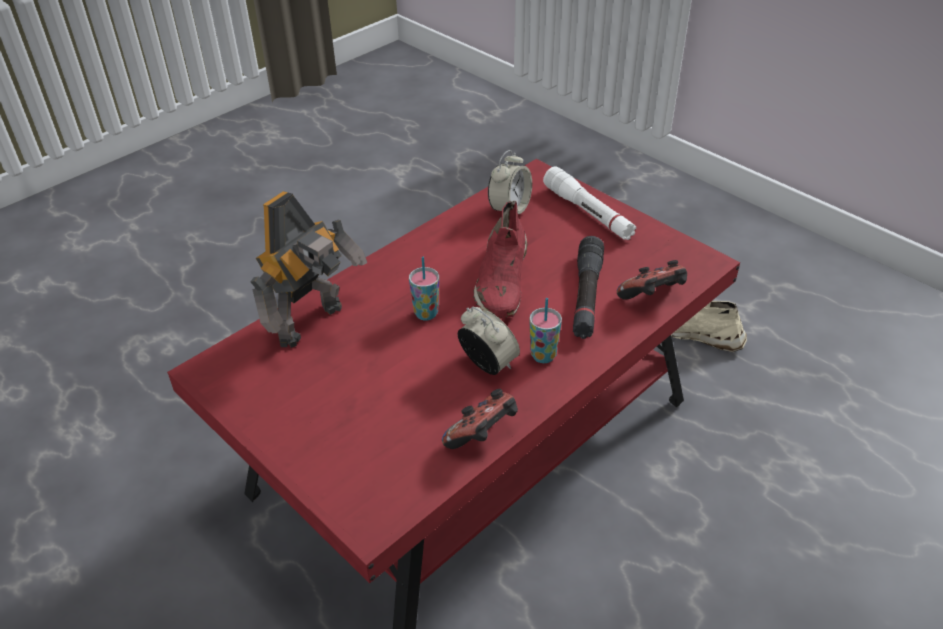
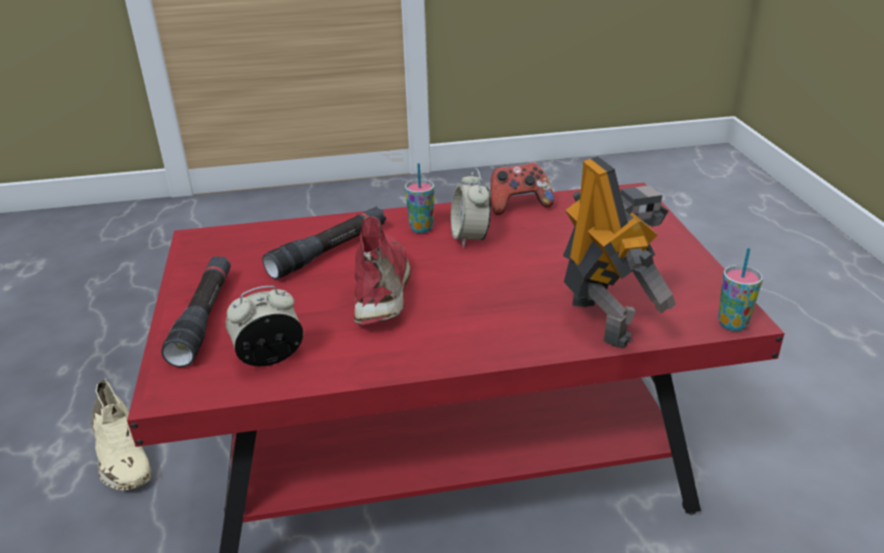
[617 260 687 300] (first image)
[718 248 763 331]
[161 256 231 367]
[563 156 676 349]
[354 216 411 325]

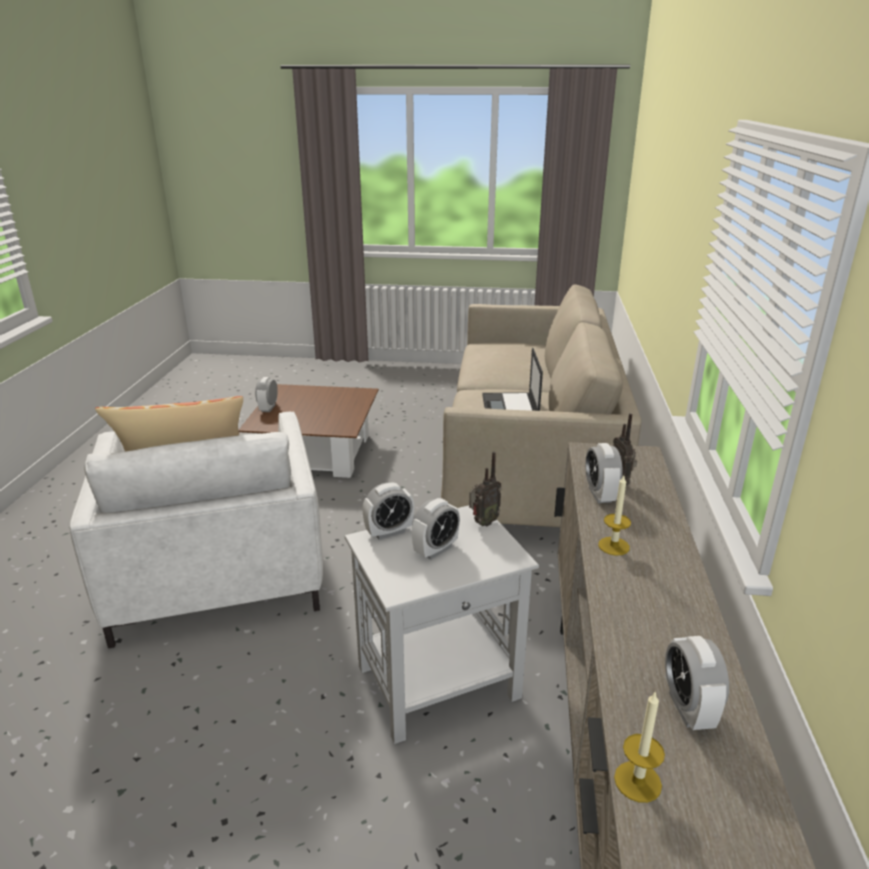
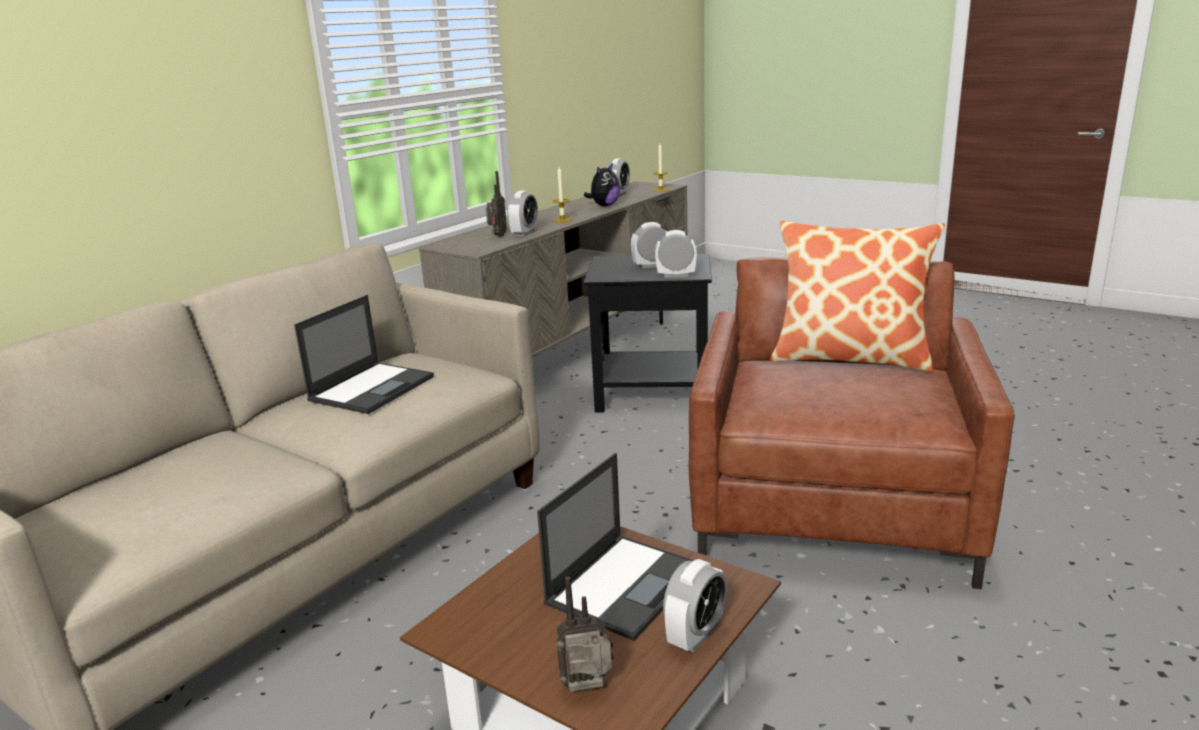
[537 453 694 641]
[584 164 620 206]
[556 577 614 692]
[689 257 1015 589]
[583 254 712 413]

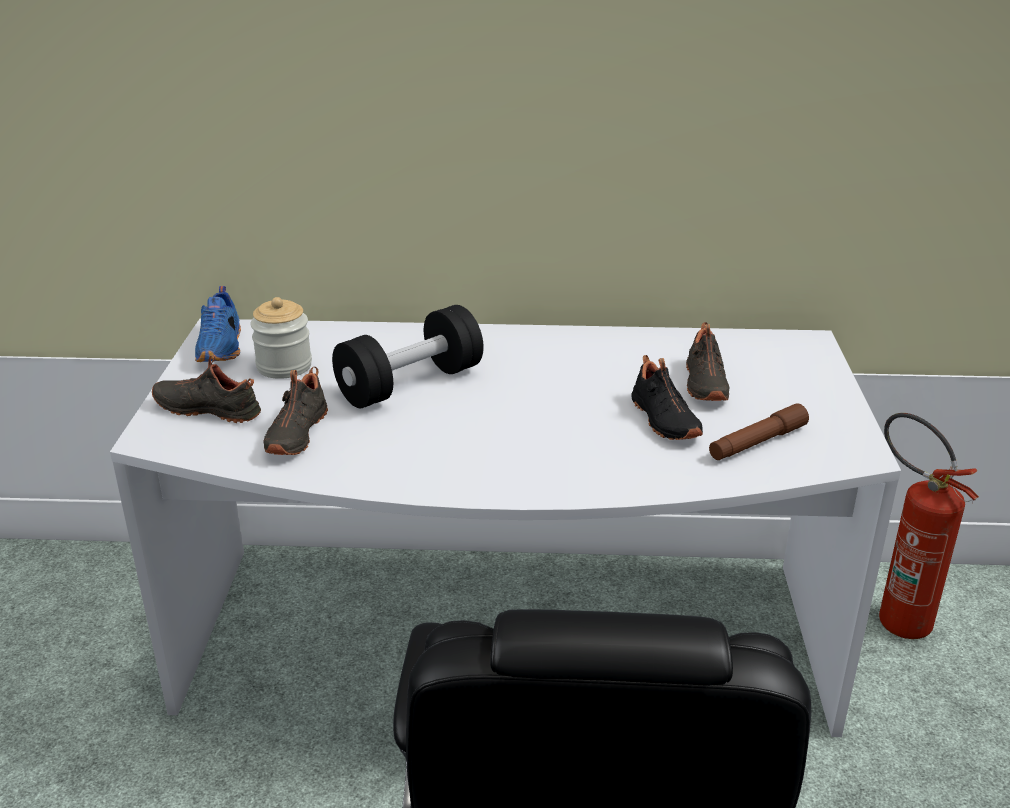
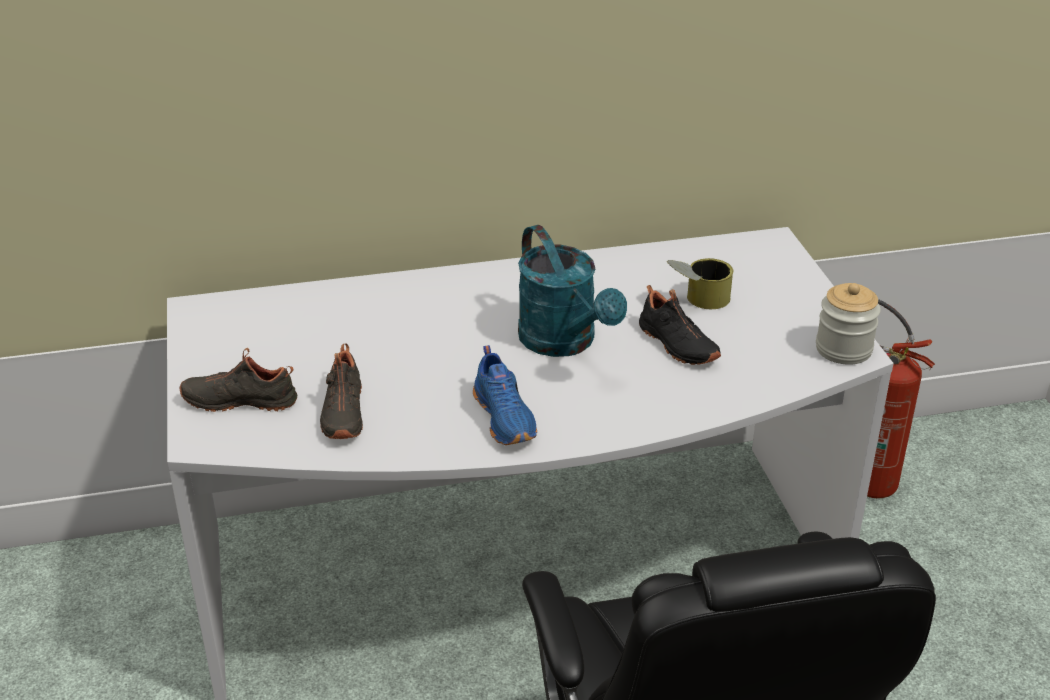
[332 305 484 408] (first image)
[709 403 809 460] (first image)
[518 225 627 357]
[473 345 537 445]
[816 283 881 365]
[667 258 733 309]

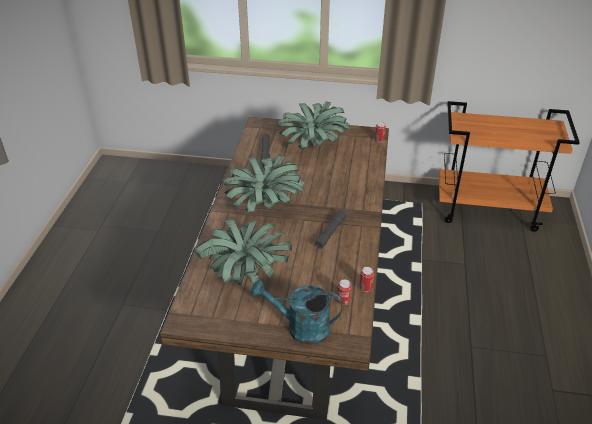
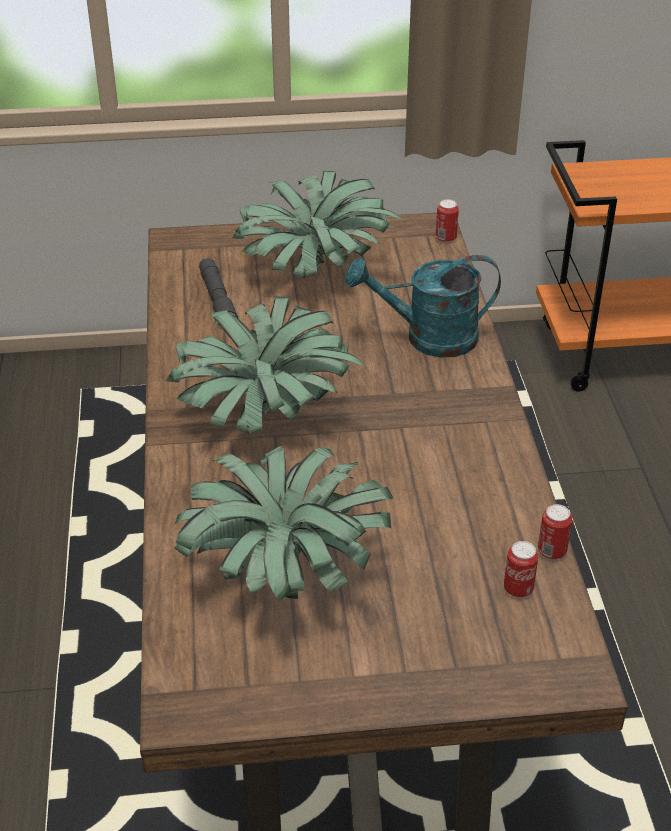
[315 209 347 248] (first image)
[345 255 501 358]

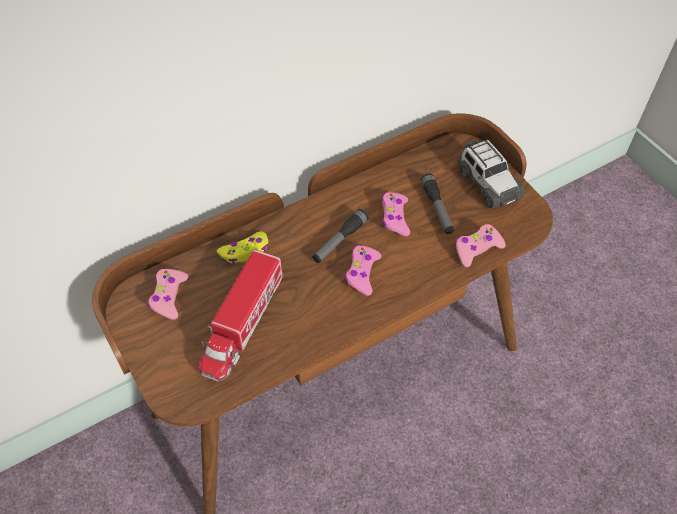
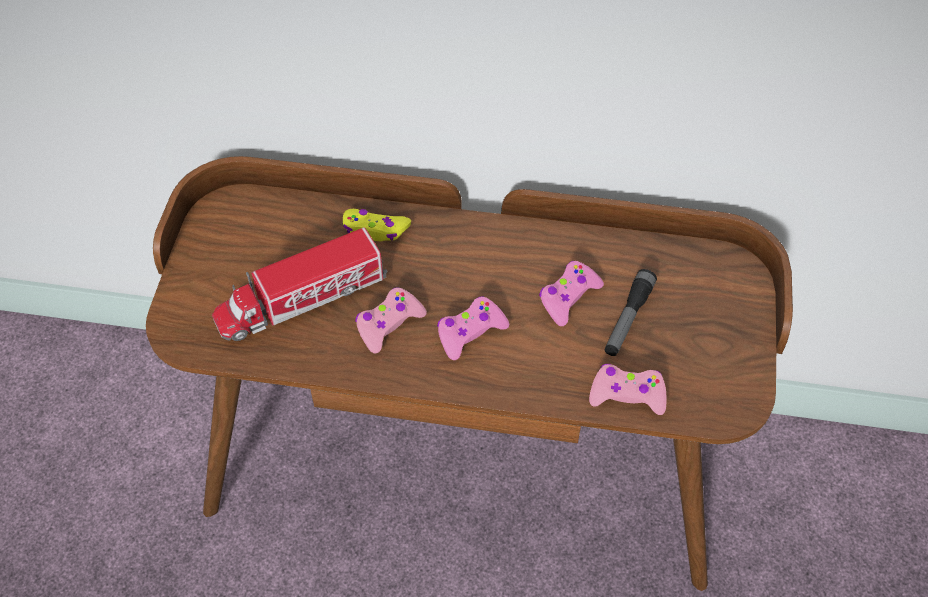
[312 209 368 263] (first image)
[457 140 524 208] (first image)
[355 287 427 353]

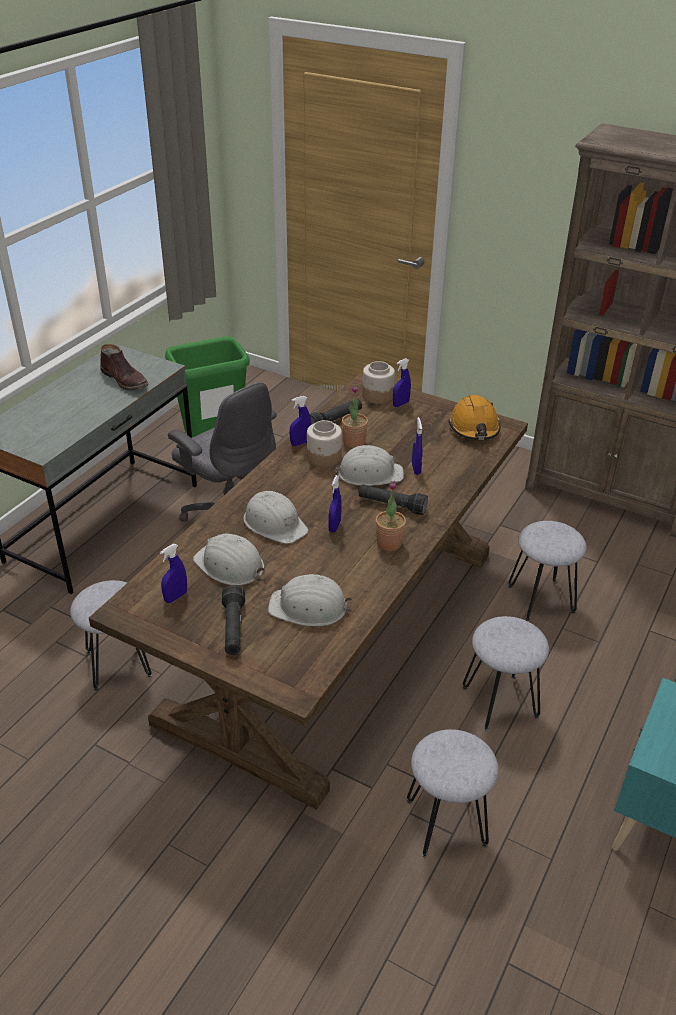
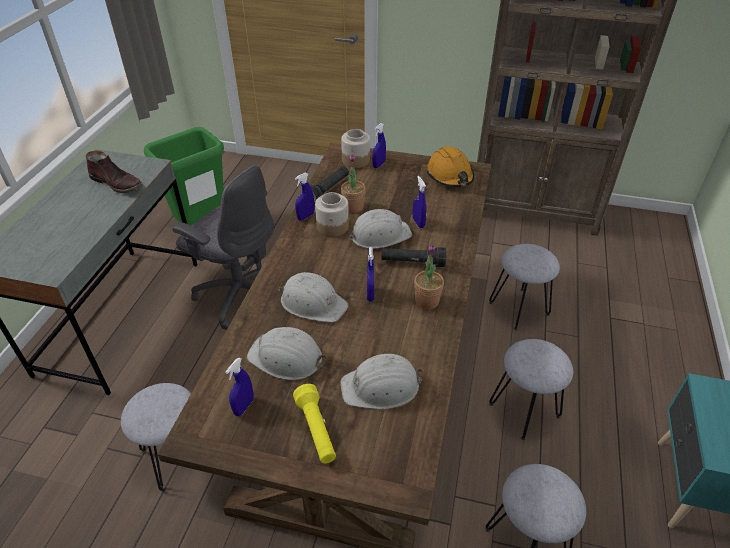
[293 384 336 464]

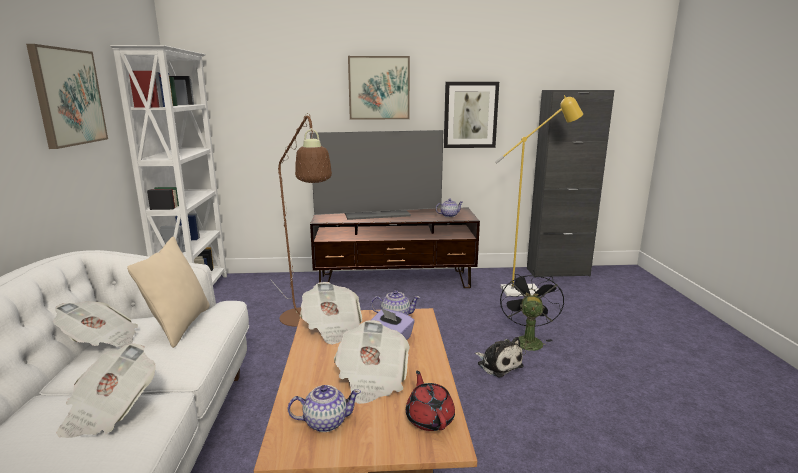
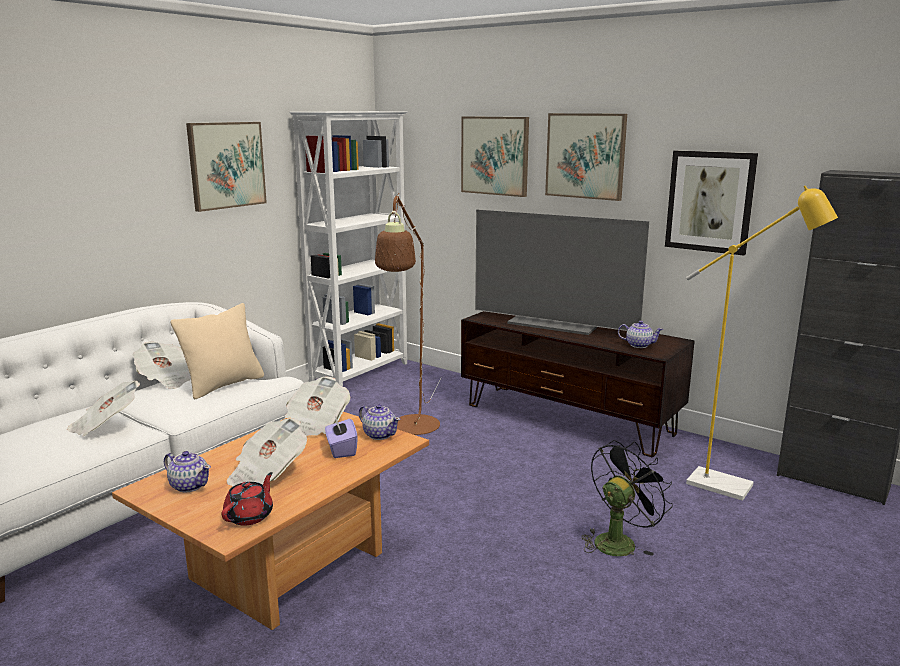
[475 337 524 378] (first image)
[461 116 529 197]

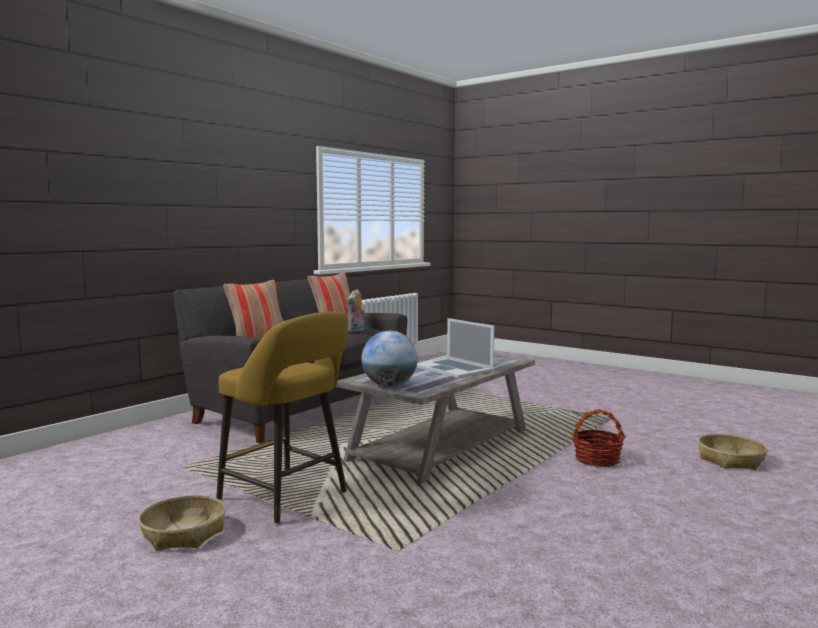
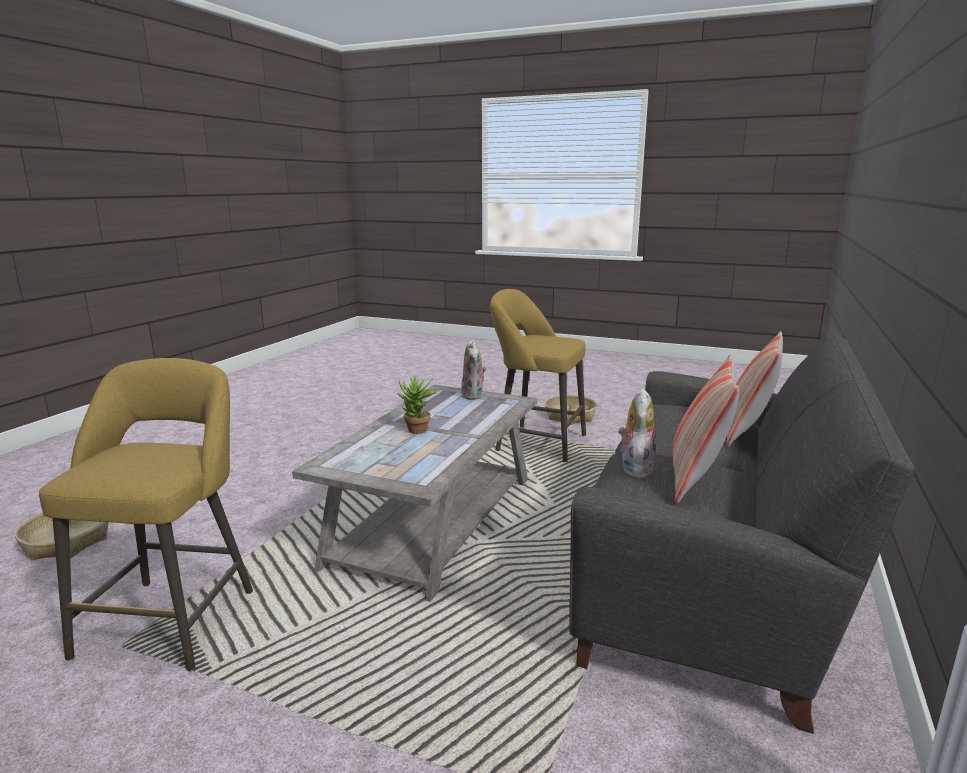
[572 409 625 467] (first image)
[39 358 253 672]
[461 339 487 400]
[398 375 437 434]

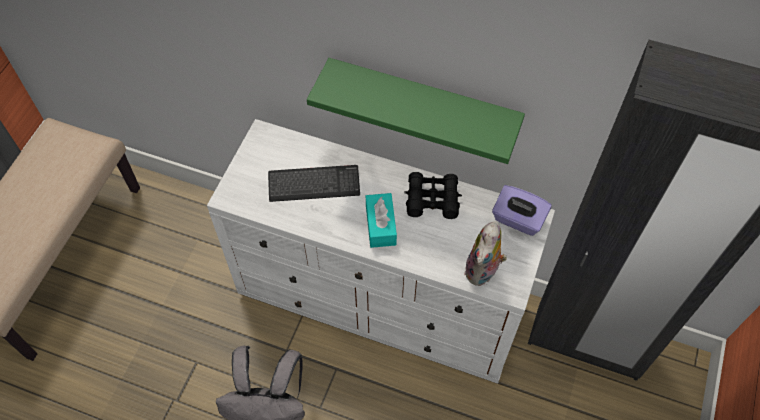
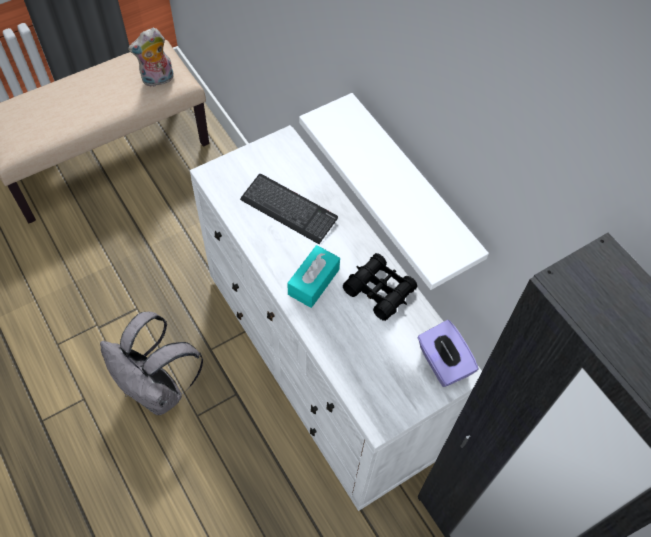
[128 28 174 87]
[299 93 489 290]

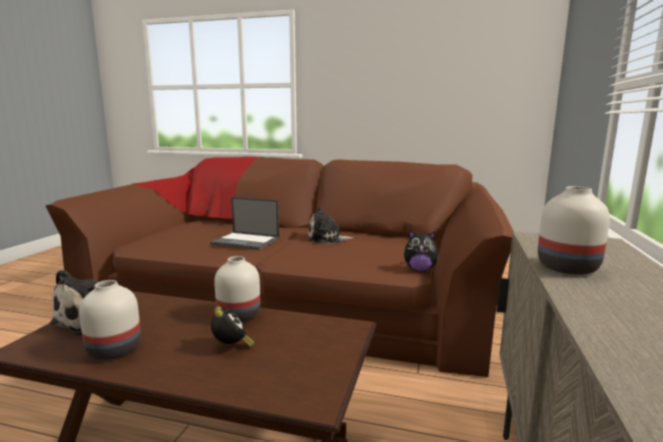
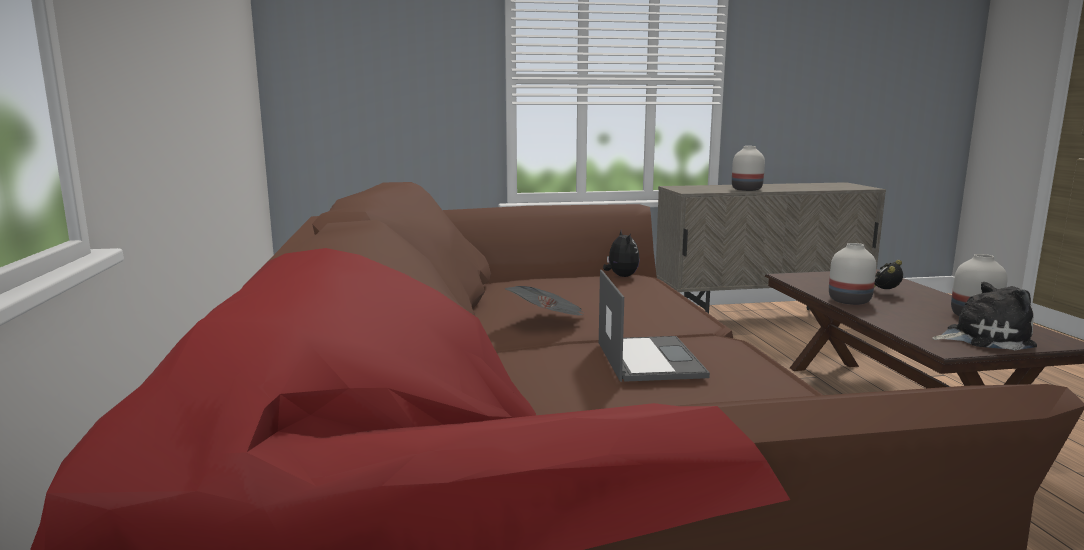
[505 286 584 315]

